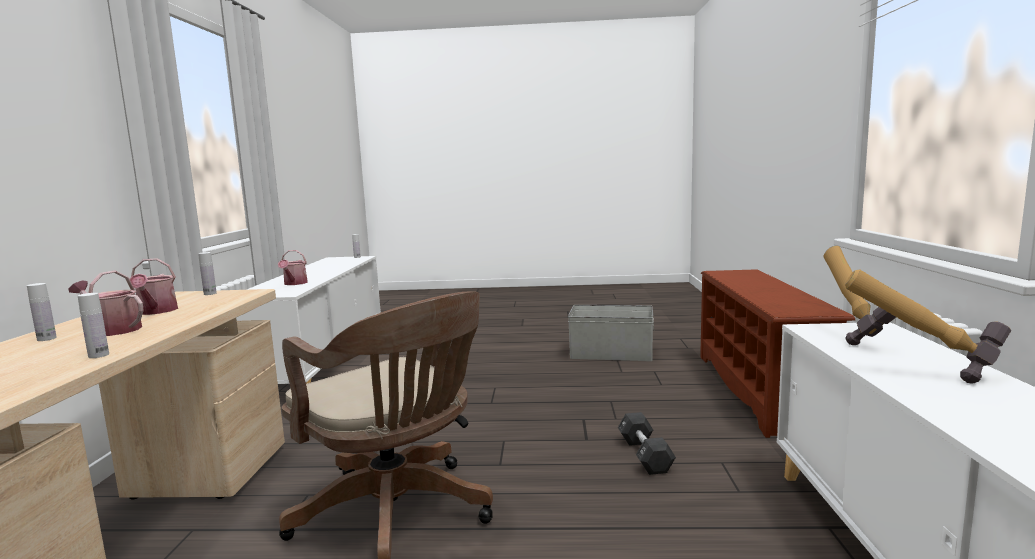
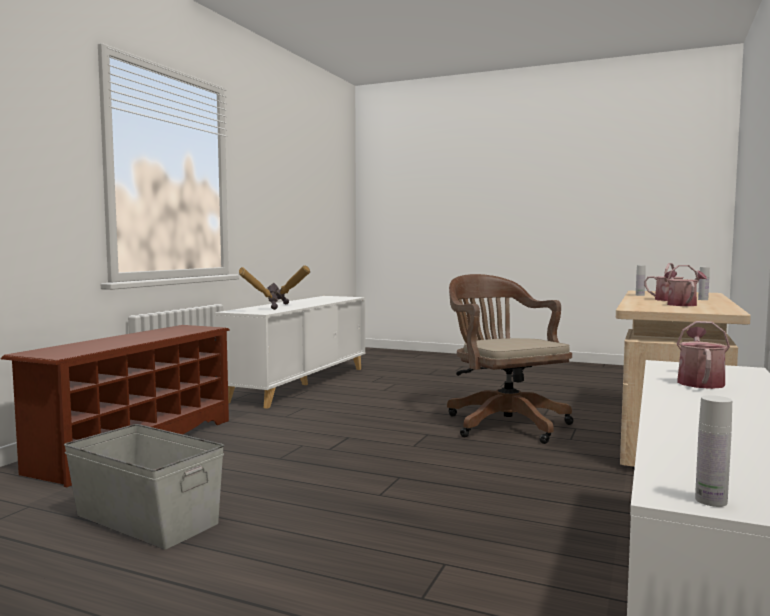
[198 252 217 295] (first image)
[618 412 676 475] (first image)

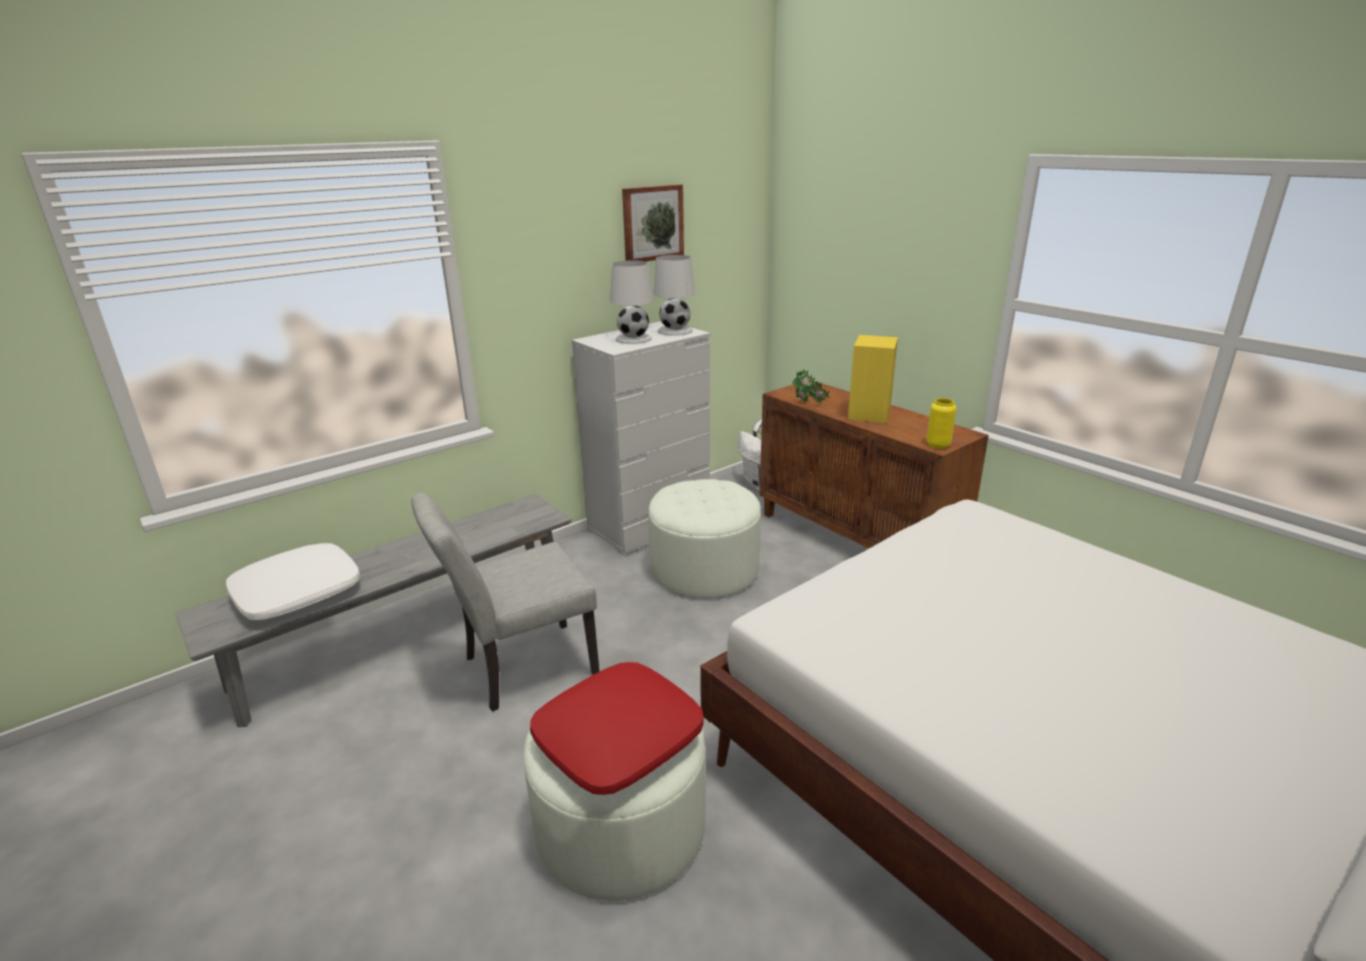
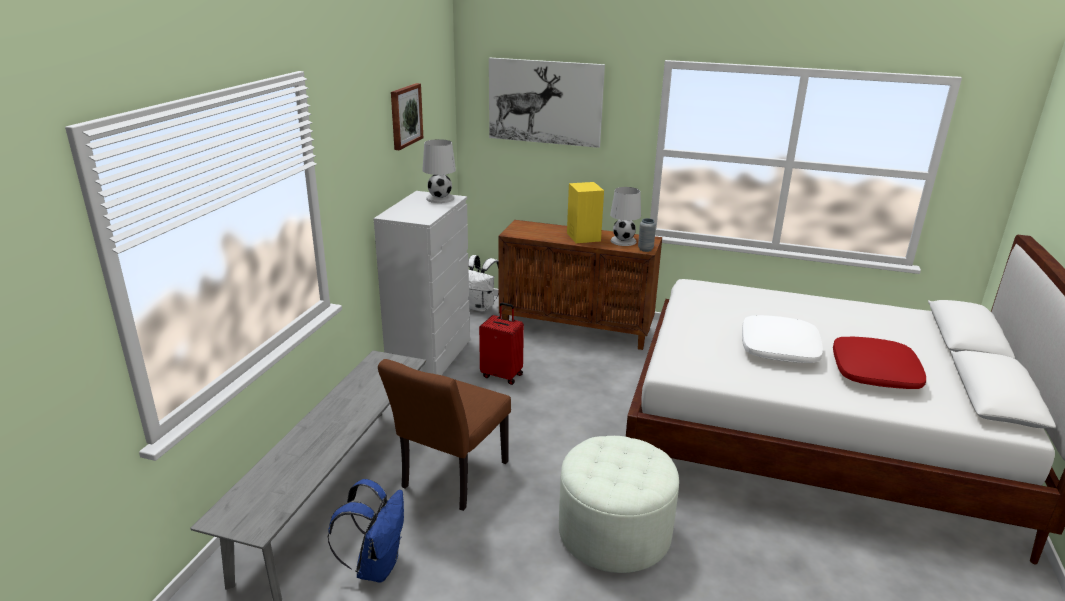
[792 369 830 404] (first image)
[328 479 404 583]
[489 58 605 148]
[742 315 823 363]
[833 336 926 389]
[610 187 641 246]
[479 302 524 385]
[378 359 511 511]
[638 218 656 252]

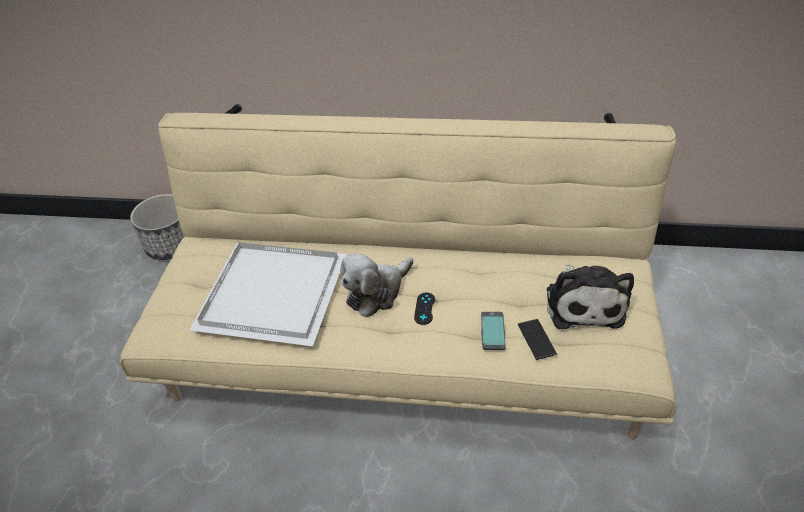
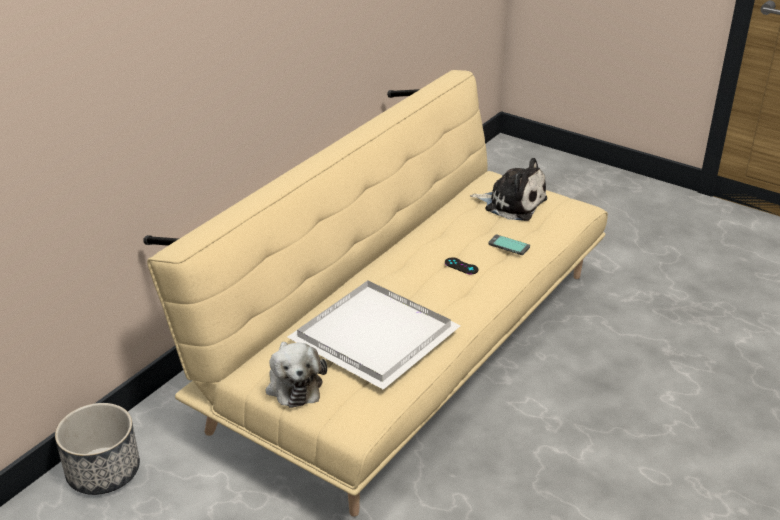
[518 319 557 360] (first image)
[265 342 327 408]

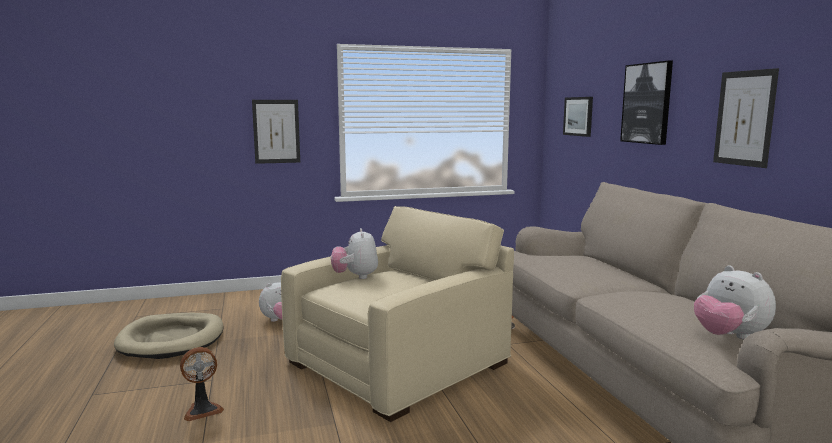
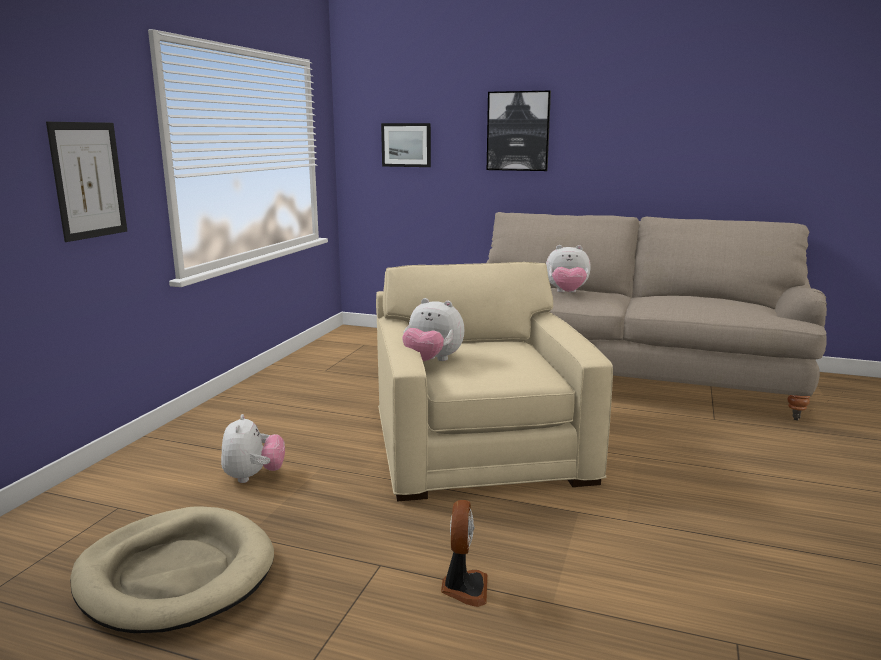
[713 68 779 168] (first image)
[546 245 591 293]

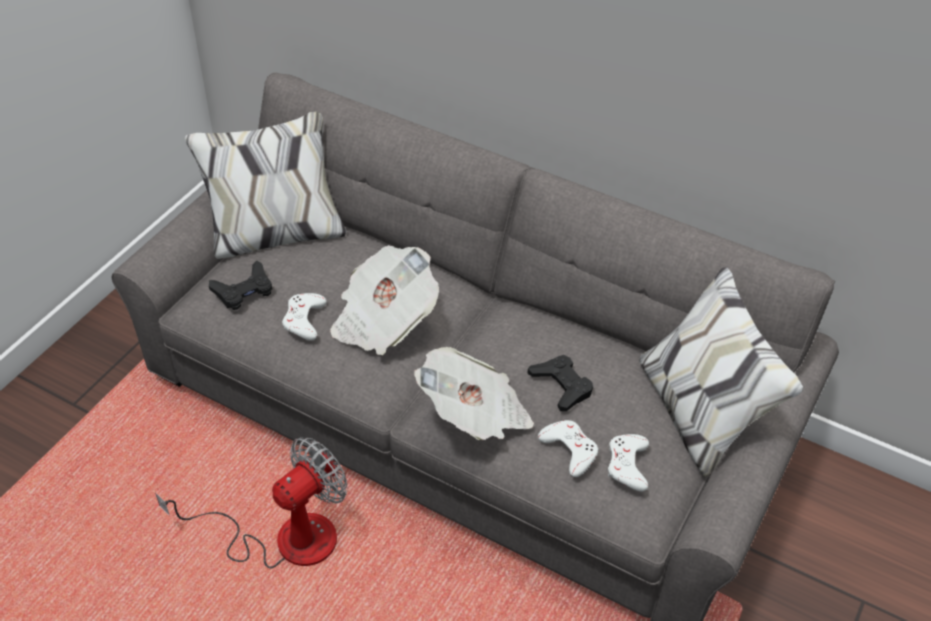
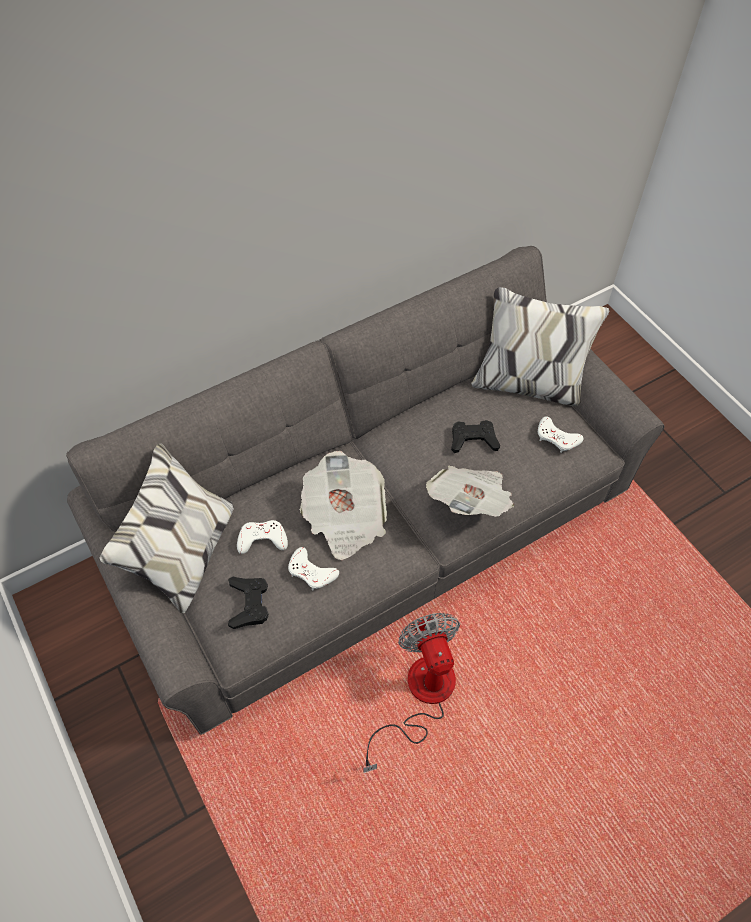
[237 520 288 554]

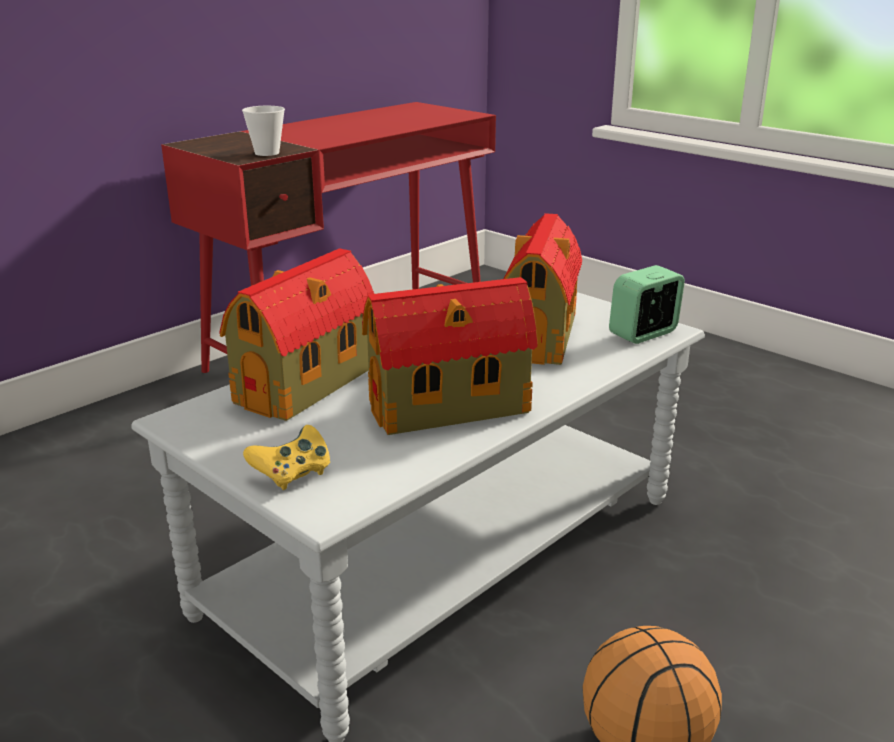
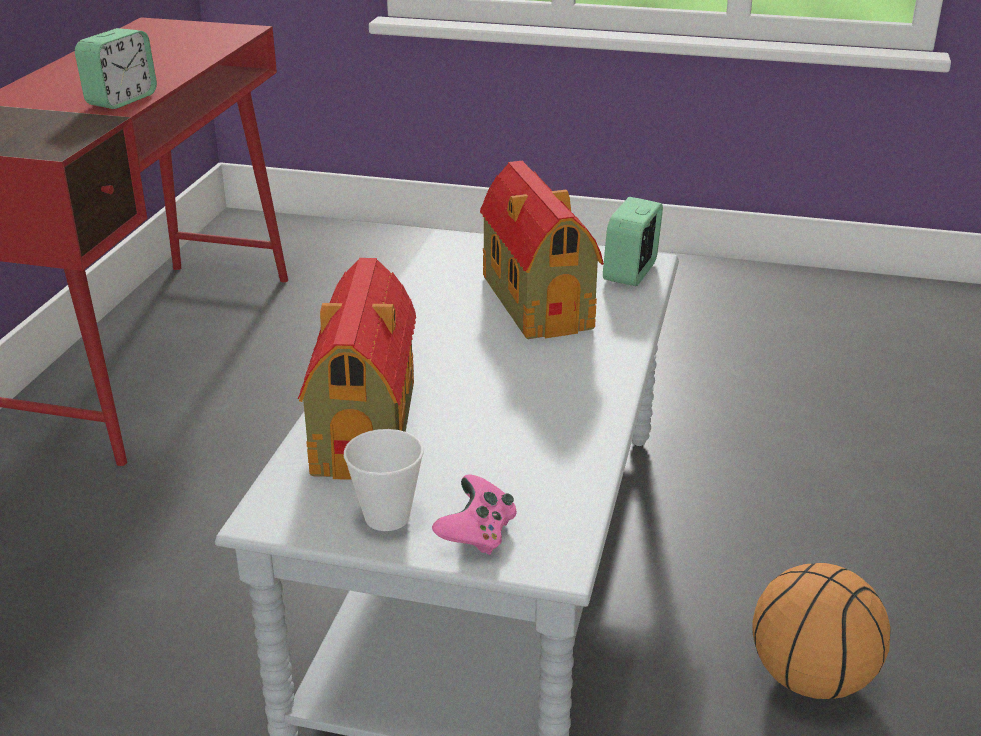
[362 277 538 435] (first image)
[75 28 157 109]
[344 429 424 531]
[432 475 517 555]

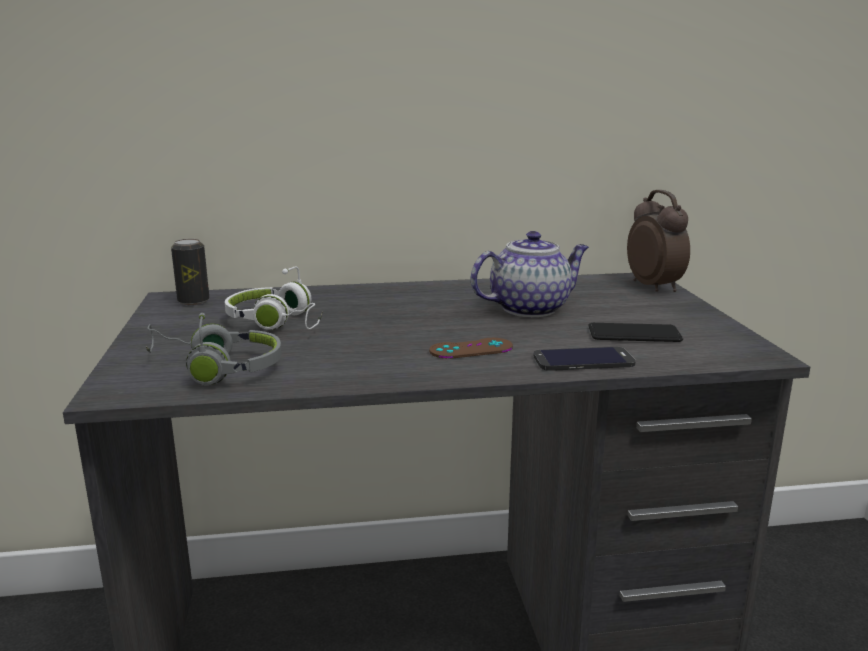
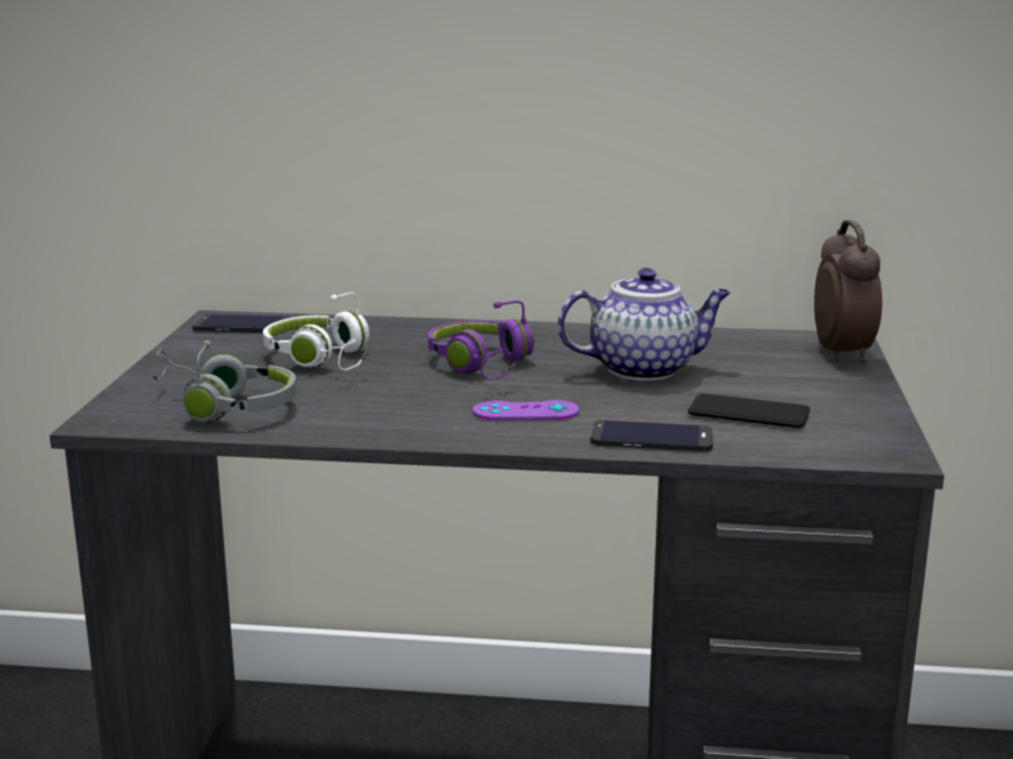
[428 301 534 380]
[192 314 292 333]
[473 400 579 420]

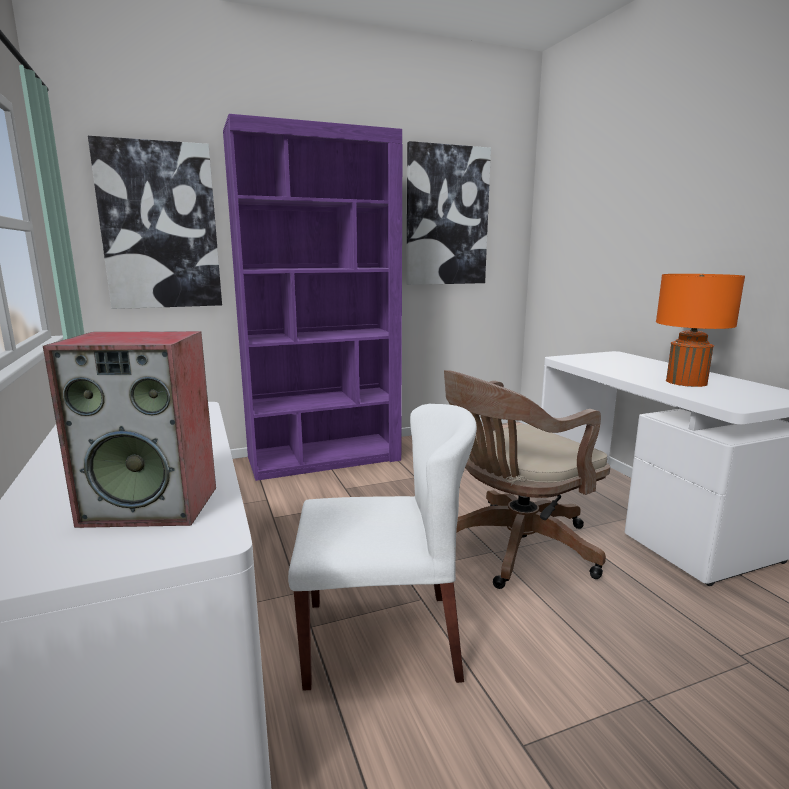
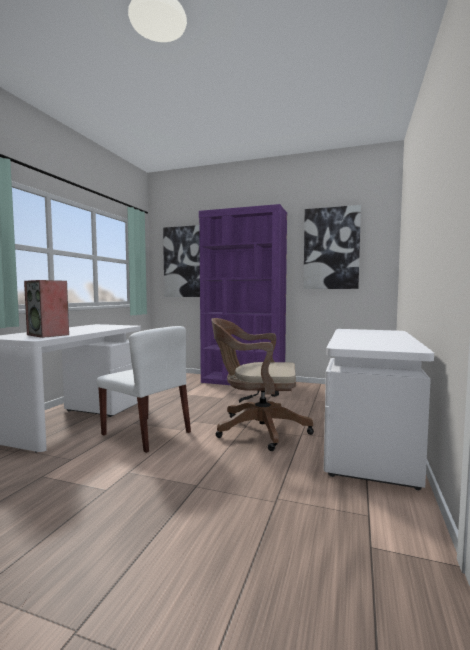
[656 274 745 387] (first image)

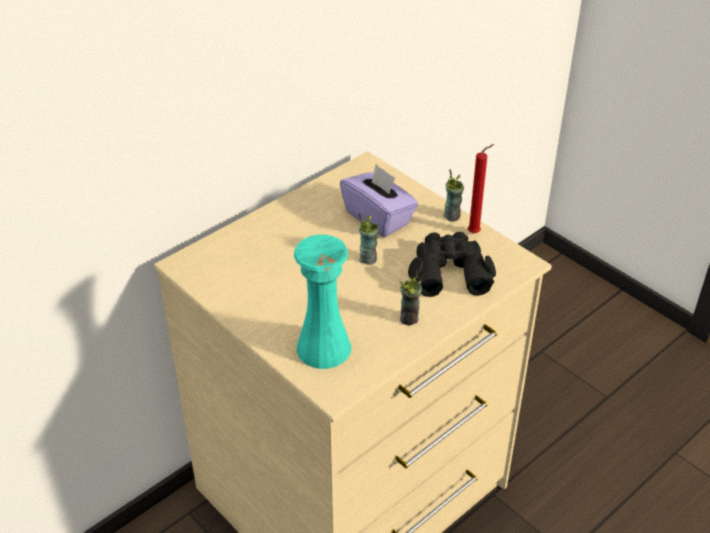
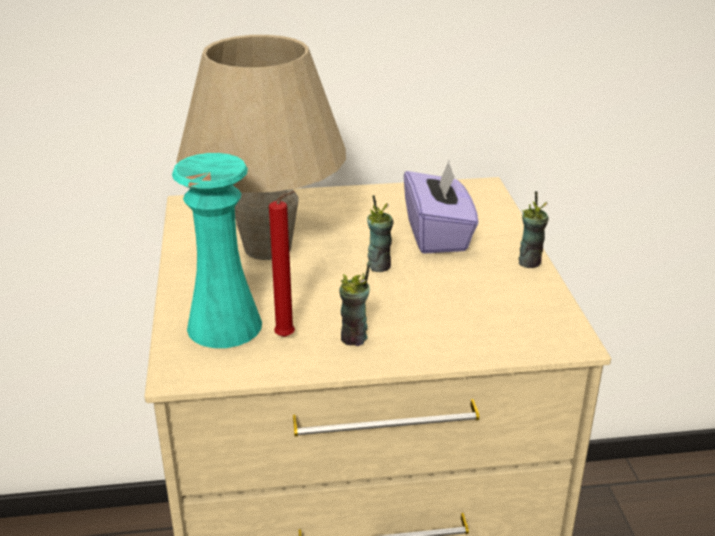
[408 232 496 297] (first image)
[176 35 346 260]
[269 191 295 337]

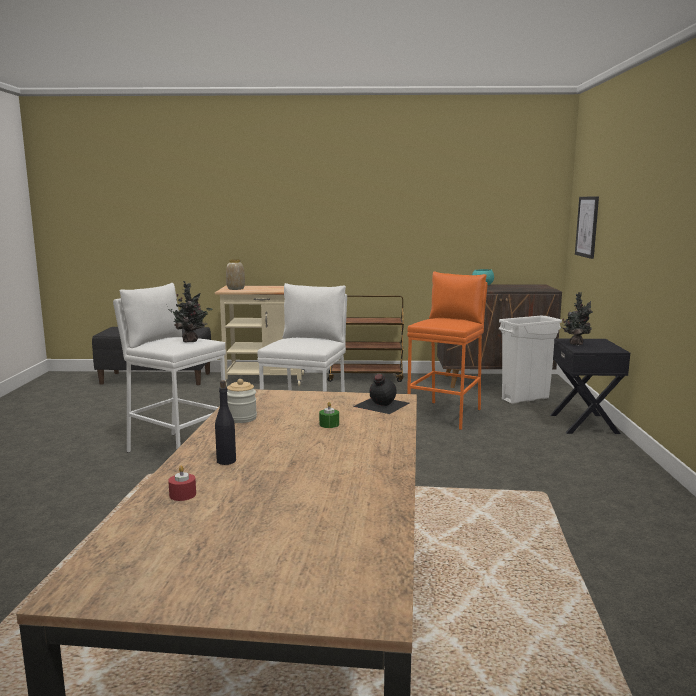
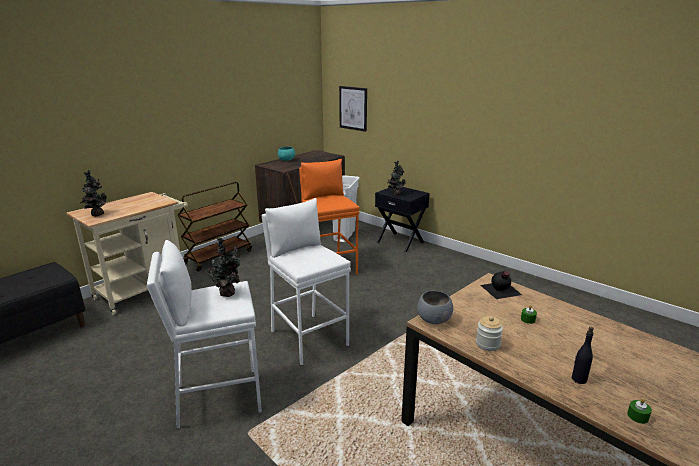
[417 291 453 324]
[80 170 107 216]
[627 399 652 424]

